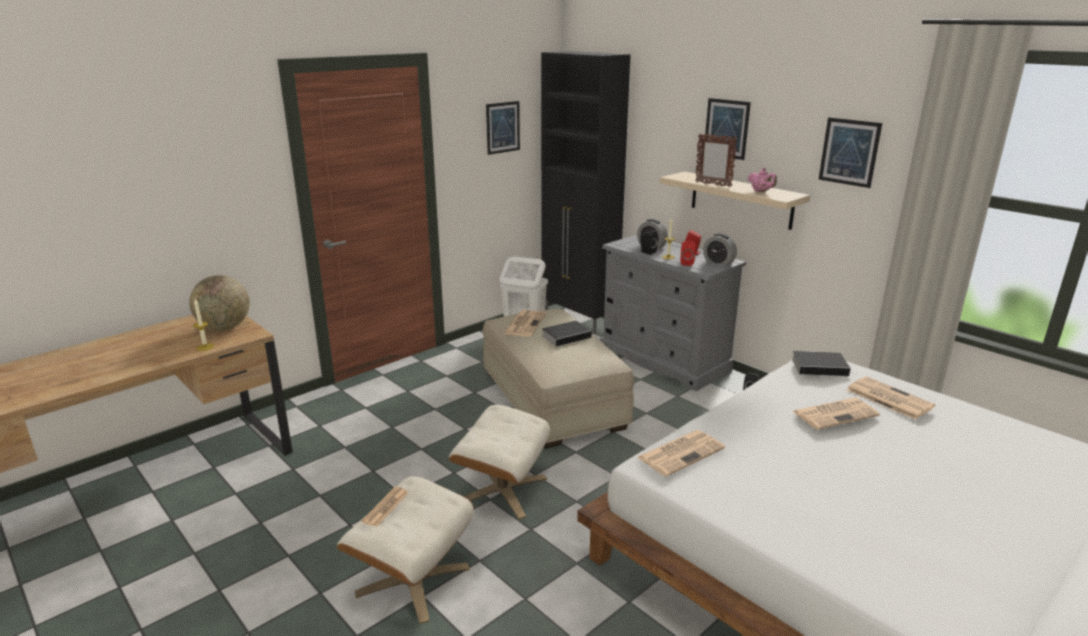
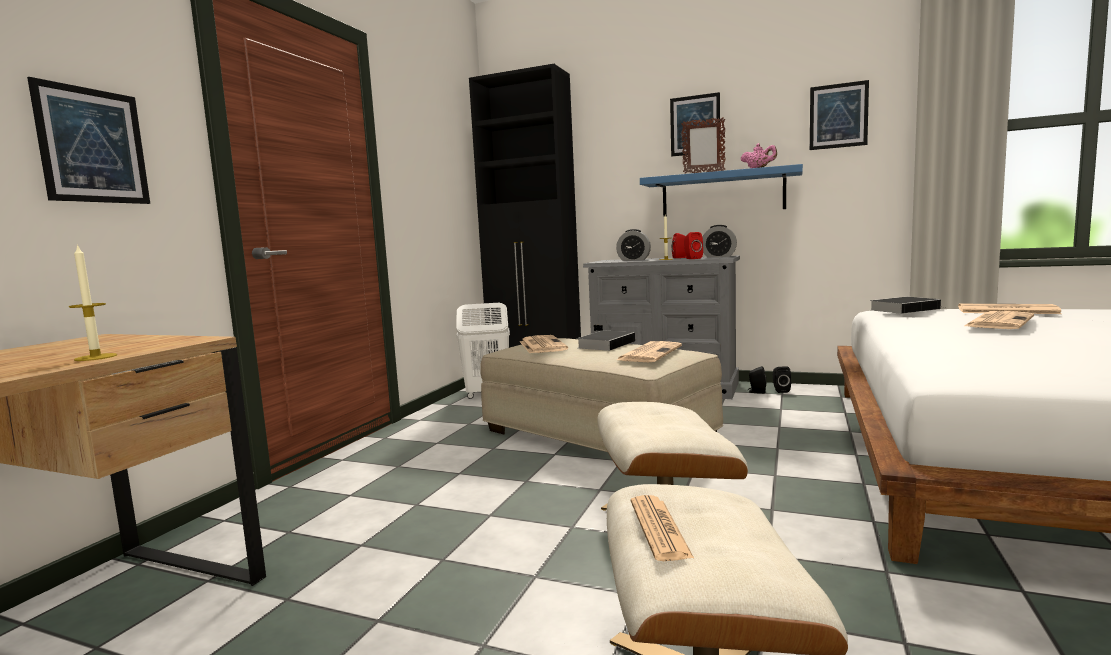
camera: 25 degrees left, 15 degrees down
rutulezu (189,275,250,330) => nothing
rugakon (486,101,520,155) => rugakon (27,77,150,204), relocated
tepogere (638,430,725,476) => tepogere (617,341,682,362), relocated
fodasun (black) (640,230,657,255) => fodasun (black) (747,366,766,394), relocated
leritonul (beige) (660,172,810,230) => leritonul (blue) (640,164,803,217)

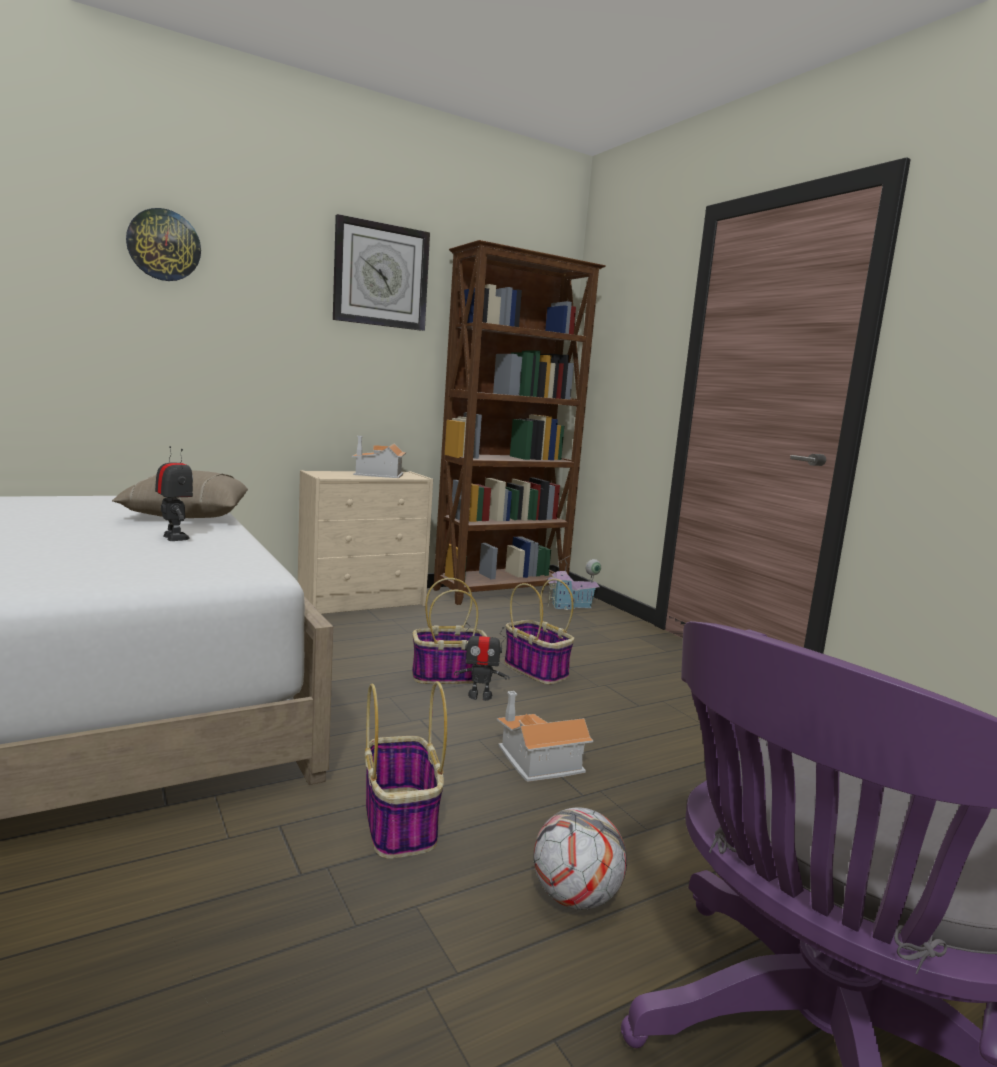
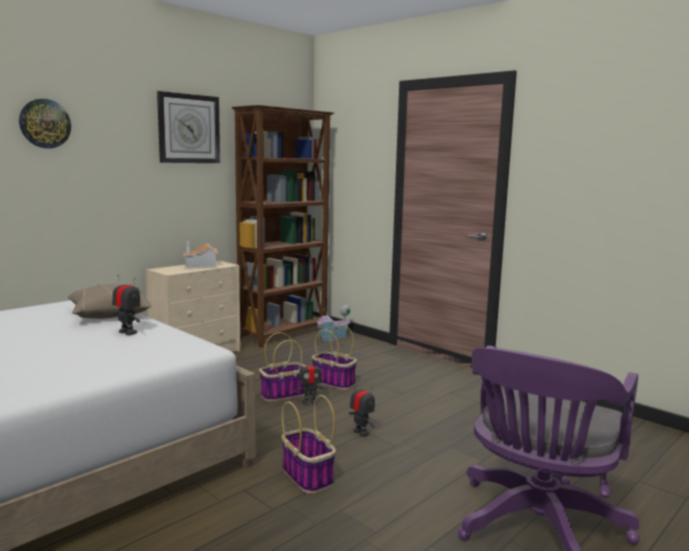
camera: 15 degrees left, 0 degrees up
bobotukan (497,691,593,782) => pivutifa (348,383,375,437)
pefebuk (533,807,627,910) => nothing

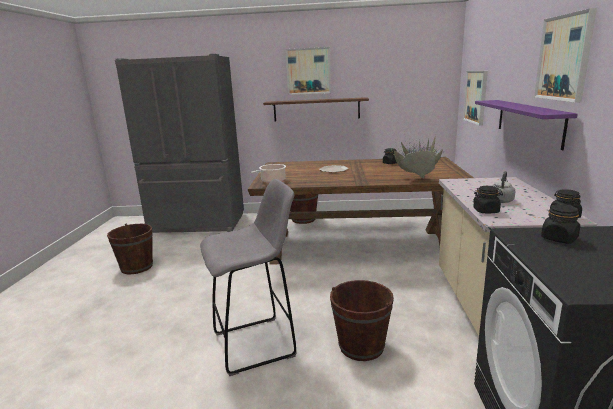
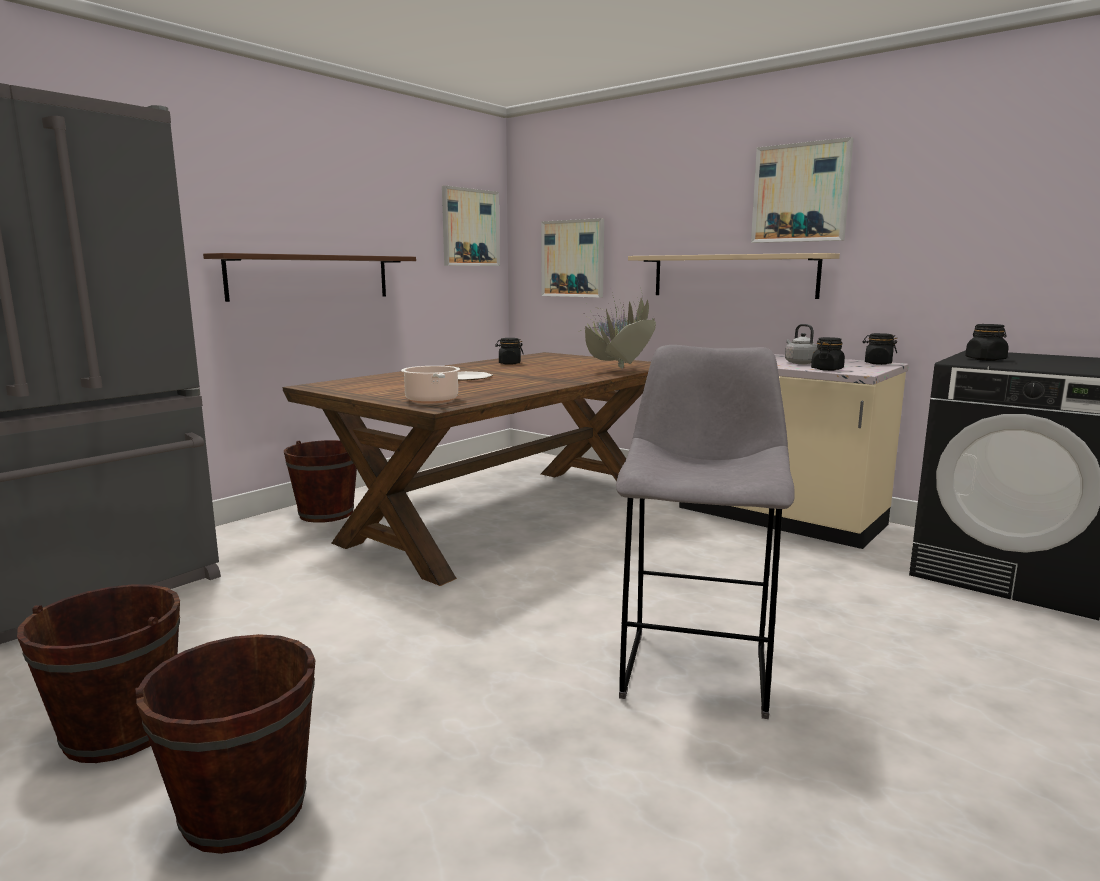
camera: 55 degrees left, 5 degrees down
rugakon (285,47,331,95) => rugakon (442,185,500,266), relocated
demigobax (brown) (330,280,394,361) => demigobax (brown) (136,634,315,854), relocated
leritonul (purple) (475,100,578,150) => leritonul (beige) (628,253,840,299)

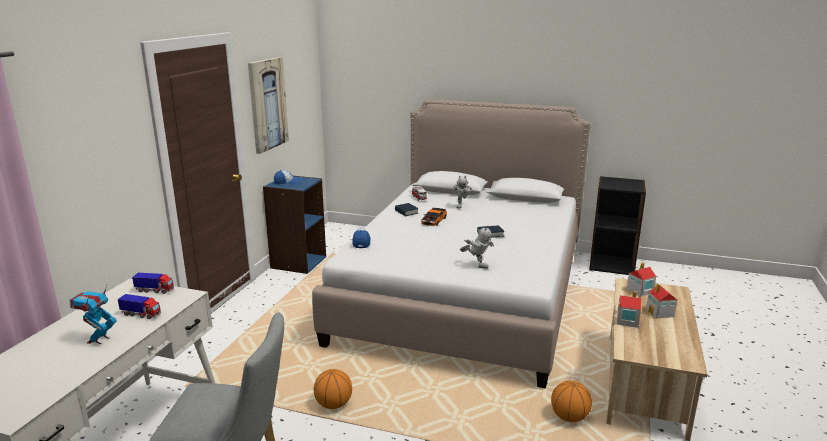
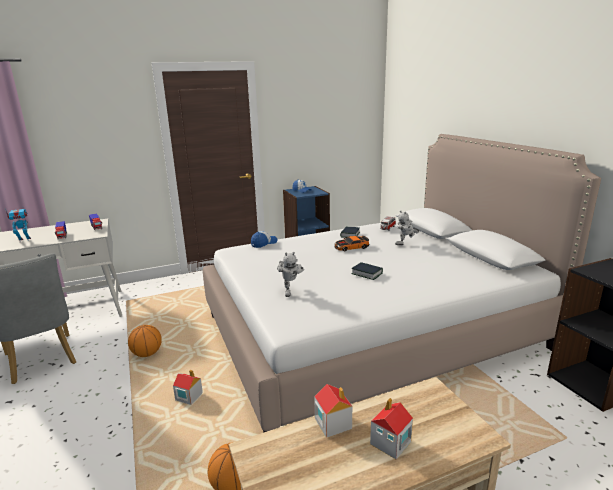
camera: 50 degrees right, 0 degrees up
rugakon (248,57,289,154) => nothing
bobotukan (627,262,656,297) => bobotukan (173,370,203,405), relocated

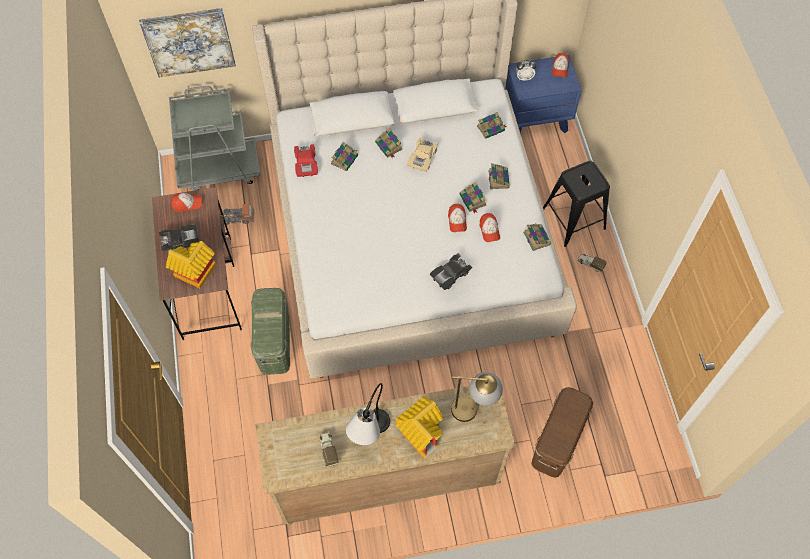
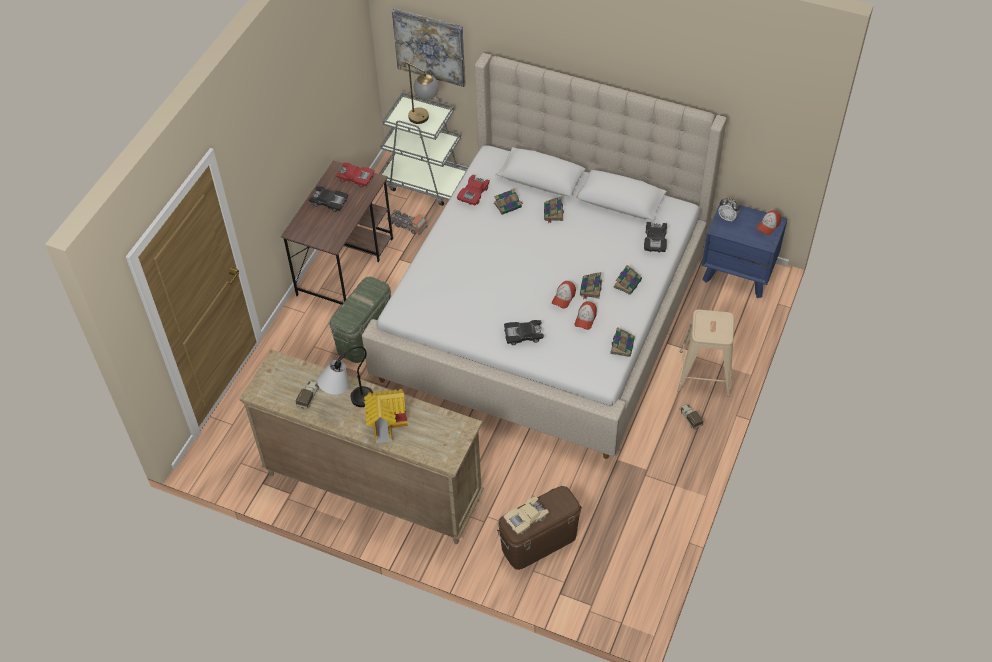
camera: 35 degrees right, 10 degrees down
bobotukan (166,241,216,288) => nothing
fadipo (171,193,202,212) => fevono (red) (335,162,375,188)
fevono (beige) (407,137,438,172) => fevono (beige) (503,496,549,534), relocated
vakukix (451,372,503,422) => vakukix (404,61,439,124), relocated
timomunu (477,112,507,139) => fevono (black) (644,222,667,252)
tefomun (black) (543,161,610,247) => tefomun (beige) (677,310,734,397)

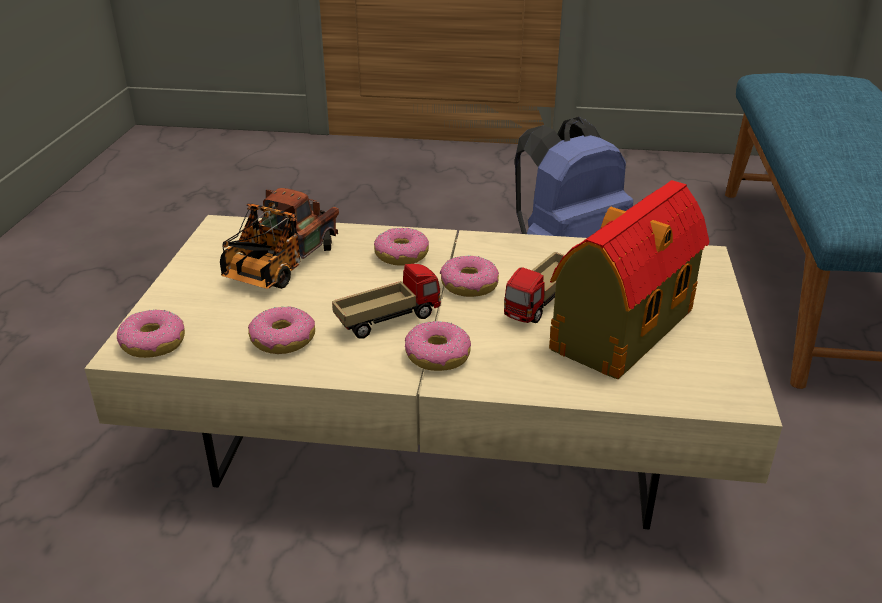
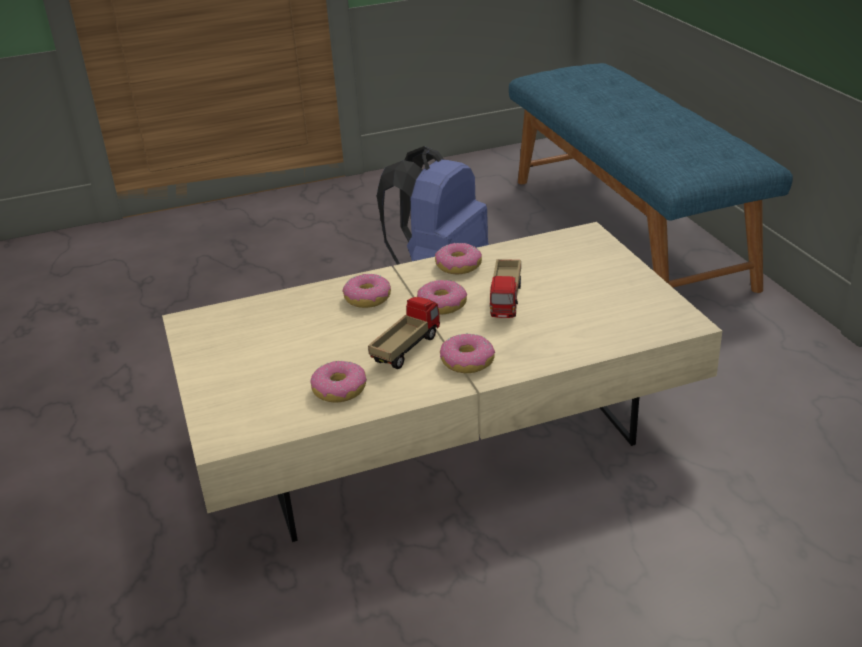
camera: 25 degrees left, 0 degrees up
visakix (117,310,185,358) => visakix (435,243,482,274), relocated
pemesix (220,188,339,289) => nothing
bobotukan (549,180,709,379) => nothing

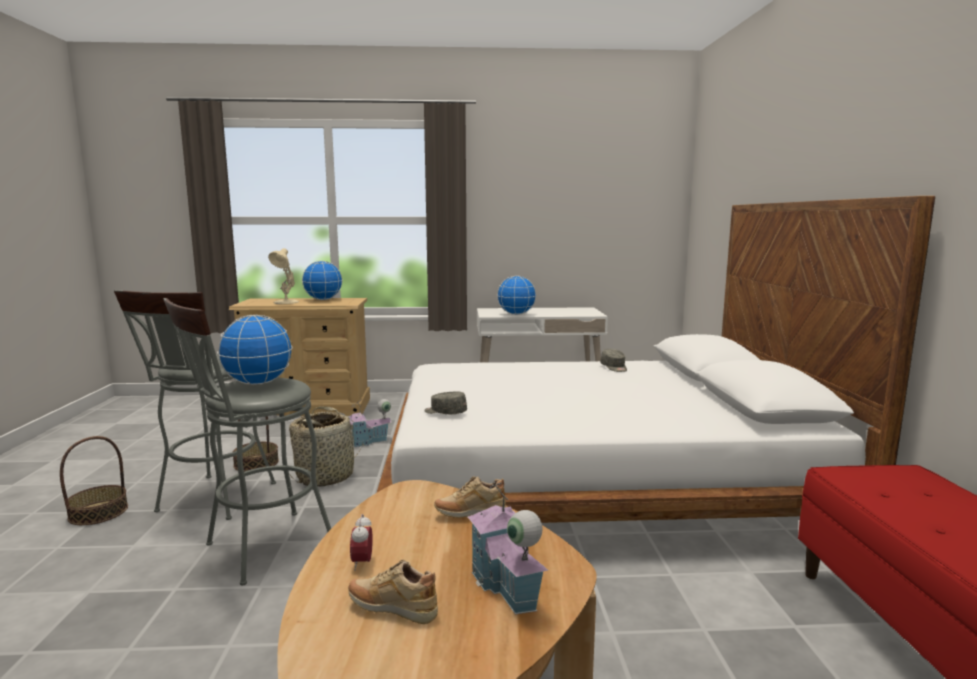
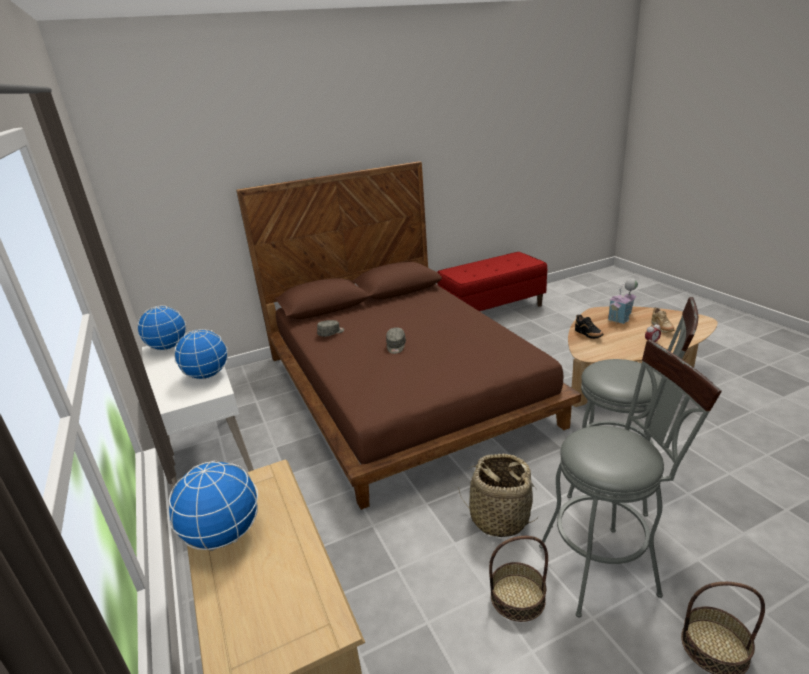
camera: 110 degrees left, 15 degrees up
rutulezu (217,315,293,385) => rutulezu (137,305,186,351), relocated
vakukix (beige) (268,248,299,304) => nothing
bobotukan (349,399,391,447) => nothing
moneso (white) (377,196,935,523) => moneso (brown) (236,161,581,510)
fadipo (grey) (424,392,467,414) => fadipo (grey) (386,328,406,354), relocated
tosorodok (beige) (434,476,506,518) => tosorodok (black) (575,315,604,339)

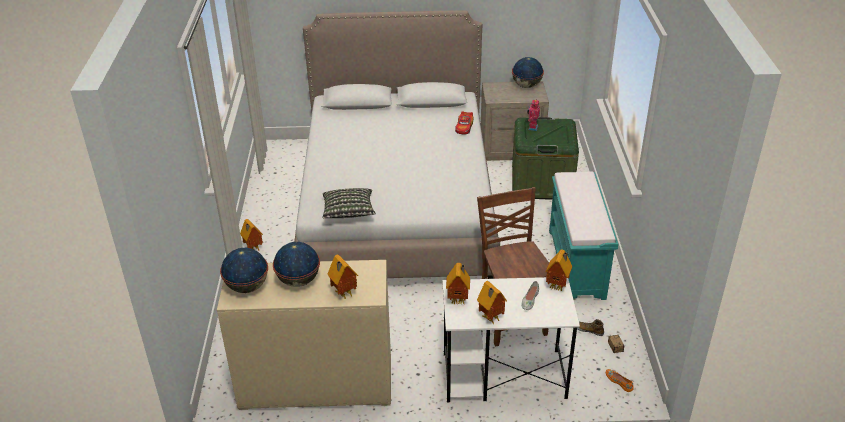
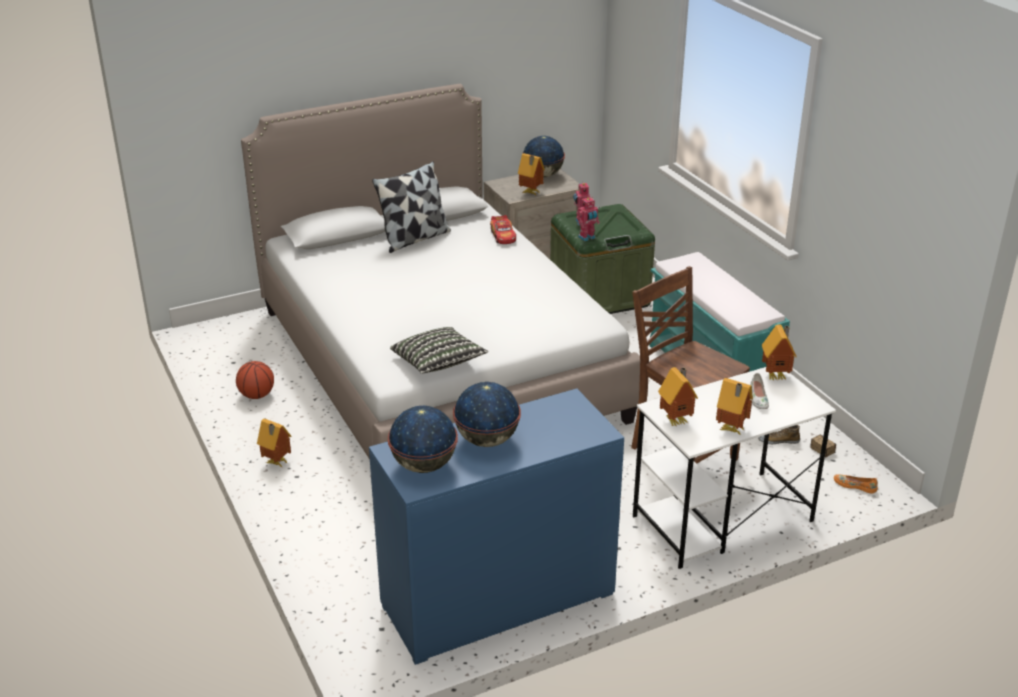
camera: 25 degrees left, 5 degrees down
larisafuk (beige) (217,260,391,410) => larisafuk (blue) (369,389,624,665)
bobotukan (328,254,358,299) => bobotukan (518,153,545,195), relocated
nothing => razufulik (236,361,274,399)
nothing => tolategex (372,161,451,253)
nothing => pivutifa (576,197,600,241)

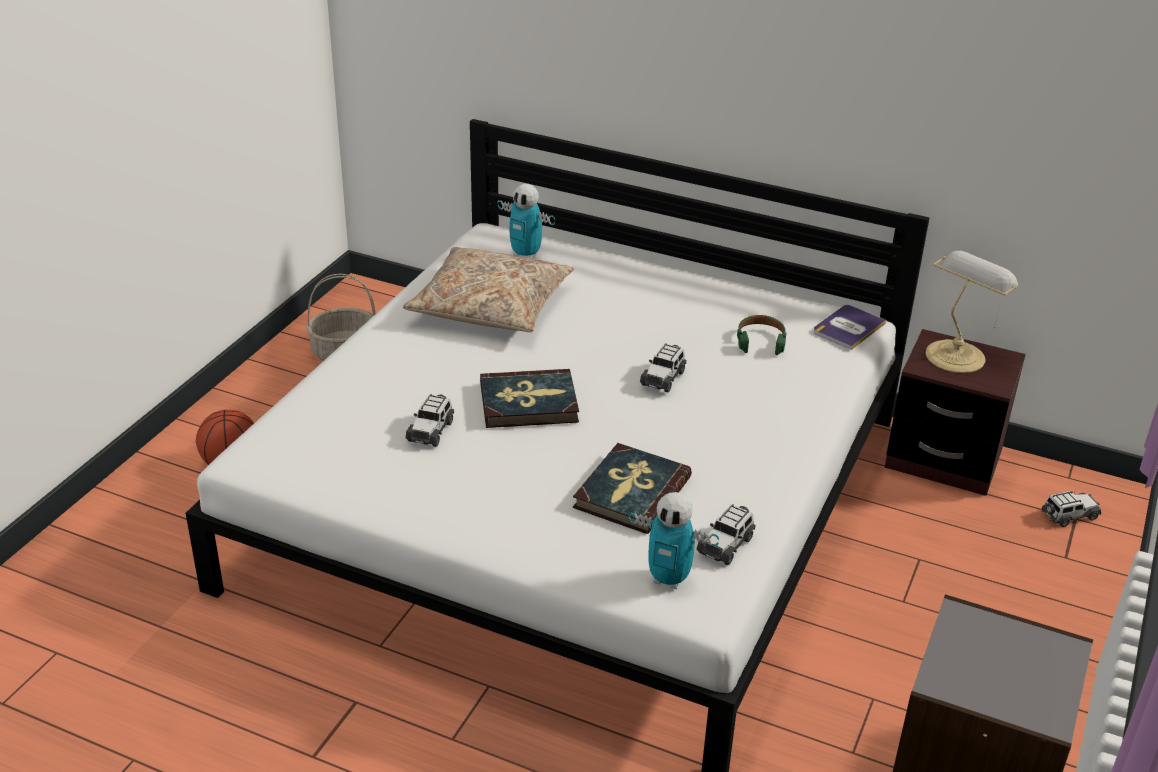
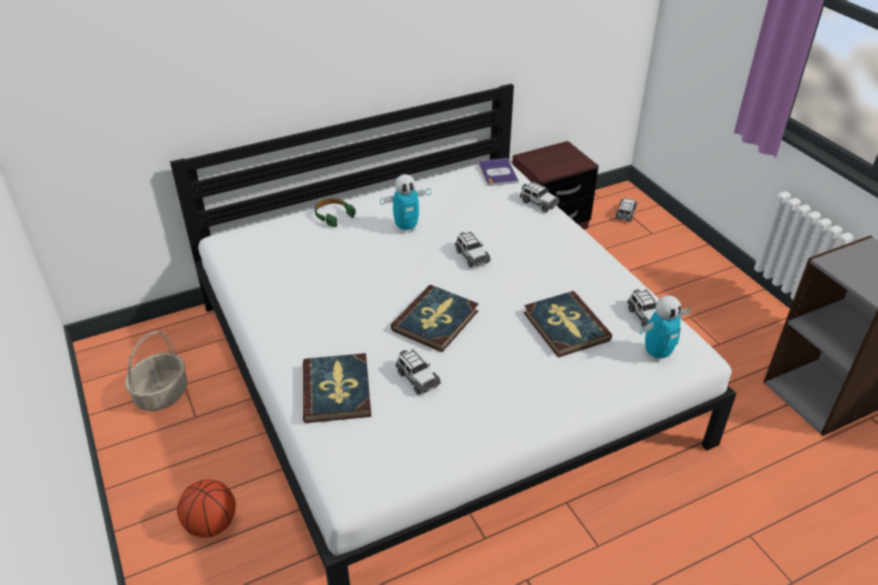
camera: 50 degrees left, 5 degrees up
tolategex (beige) (403,247,574,332) => nothing
pivutifa (497,184,555,258) => pivutifa (380,174,431,233), relocated
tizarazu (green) (737,315,786,355) => tizarazu (green) (315,198,356,227), relocated
vakukix (926,251,1018,373) => nothing
nothing => timomunu (303,353,371,423)
nothing => fevono (520,181,560,212)

